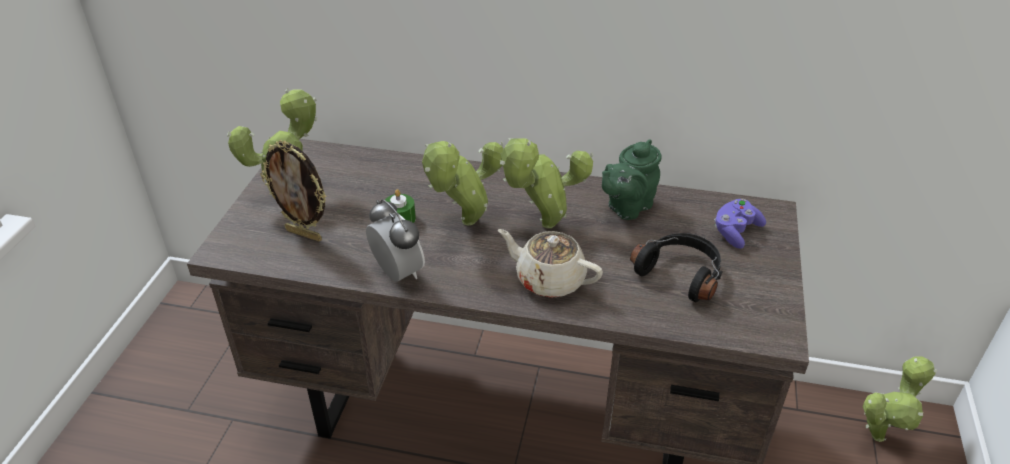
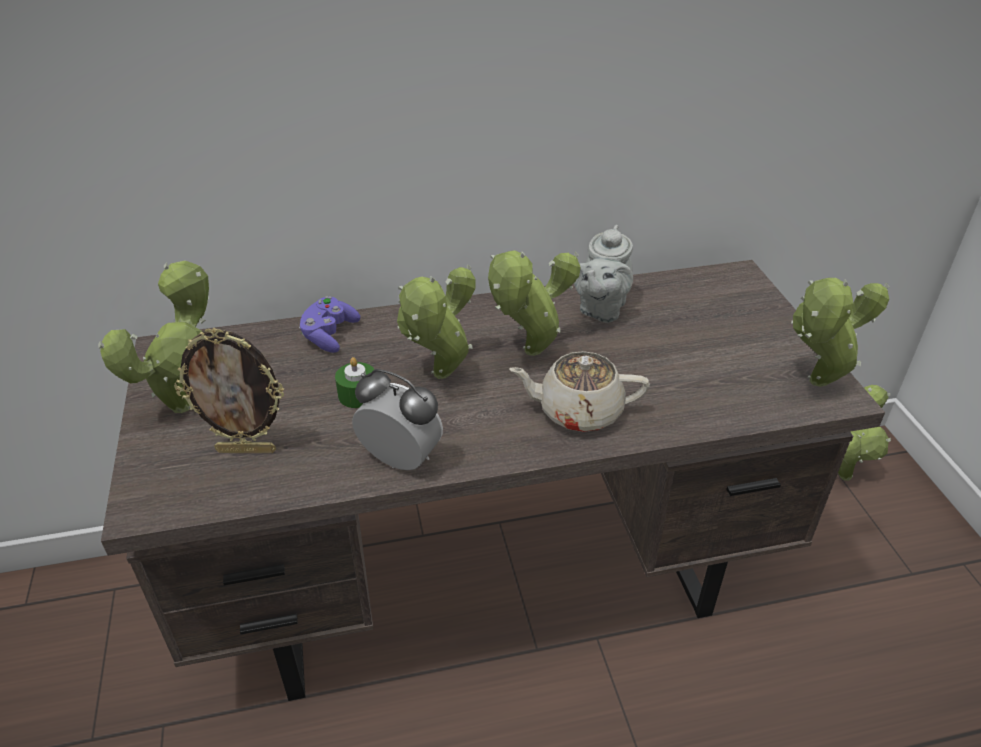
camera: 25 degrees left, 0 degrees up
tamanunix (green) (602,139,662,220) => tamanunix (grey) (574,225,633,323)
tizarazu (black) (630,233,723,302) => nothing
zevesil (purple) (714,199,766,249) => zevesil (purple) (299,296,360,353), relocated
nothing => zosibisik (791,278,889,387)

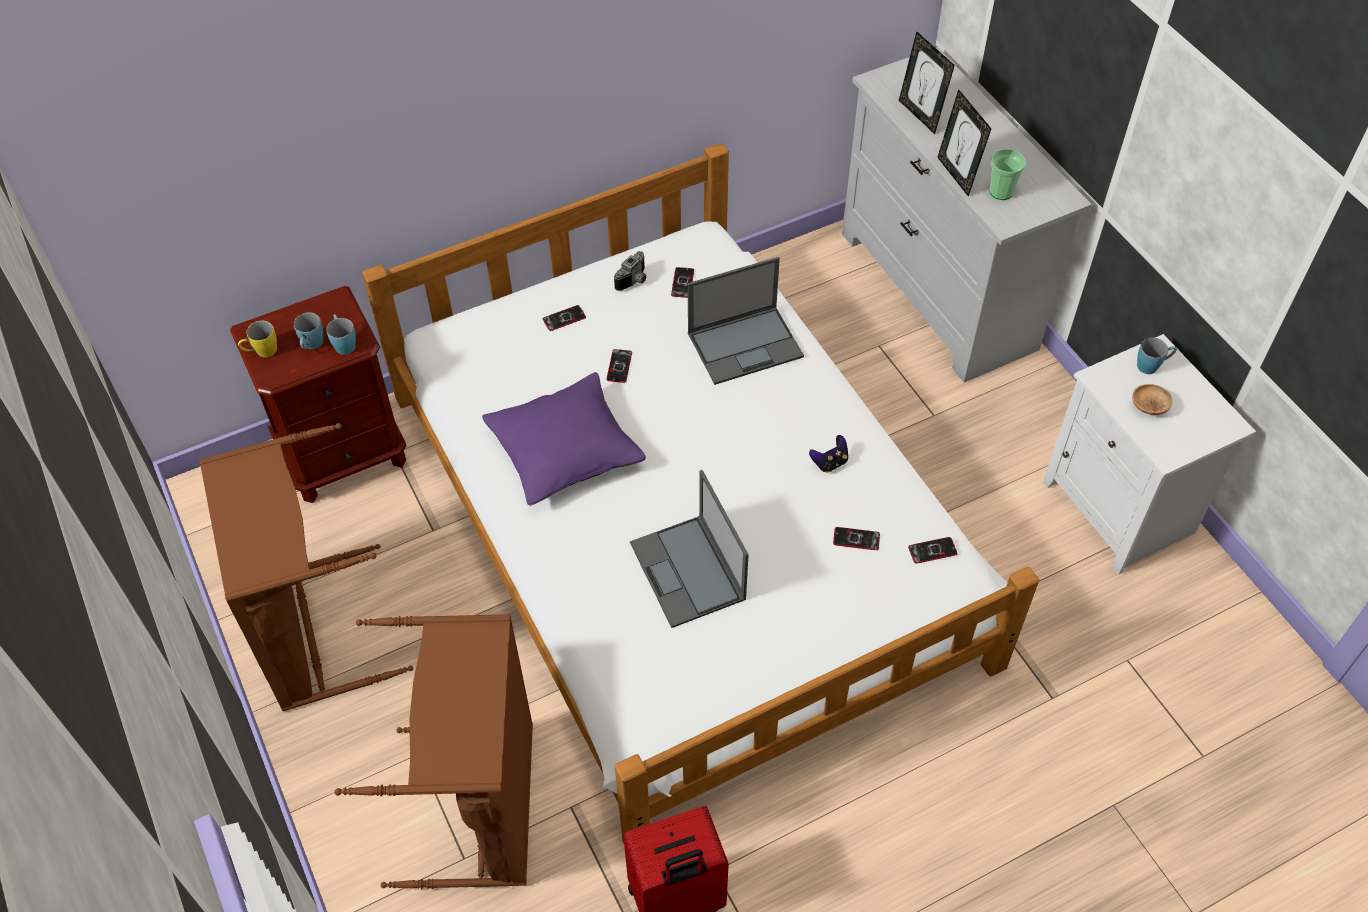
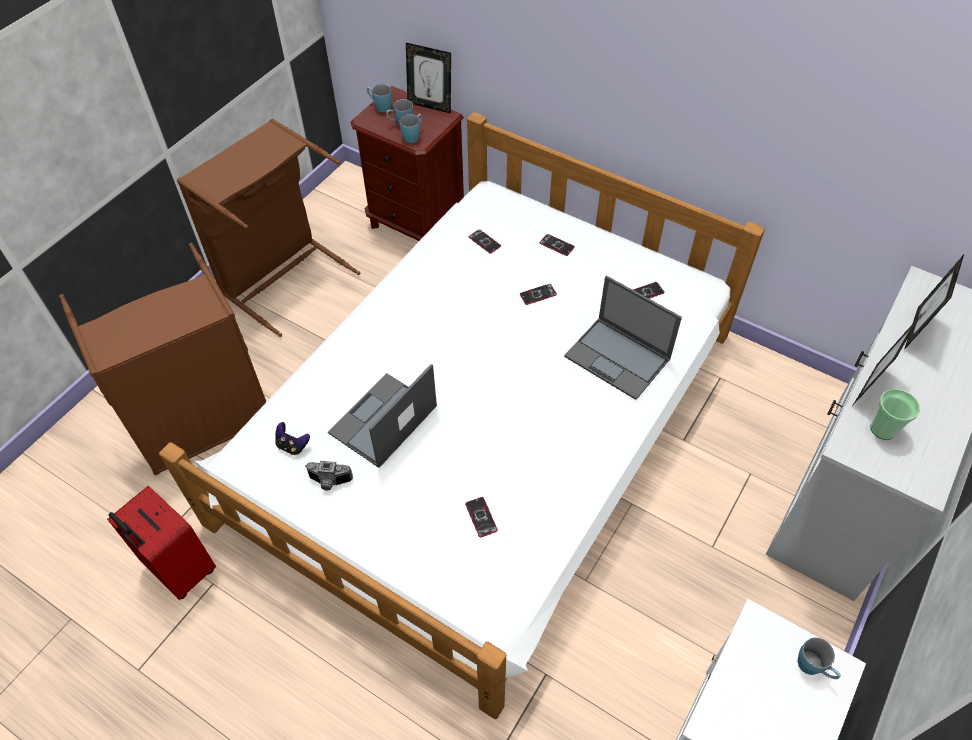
camera: 60 degrees right, 0 degrees up
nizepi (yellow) (238,321,277,357) => nizepi (blue) (367,84,392,112)
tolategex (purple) (482,372,646,505) => nothing
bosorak (614,251,646,291) => bosorak (305,461,353,491), relocated
zevesil (809,435,848,472) => zevesil (275,422,310,455), relocated
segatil (908,537,958,564) => segatil (469,229,501,253), relocated
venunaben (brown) (1132,384,1172,415) => nothing
nothing => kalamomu (406,43,451,114)

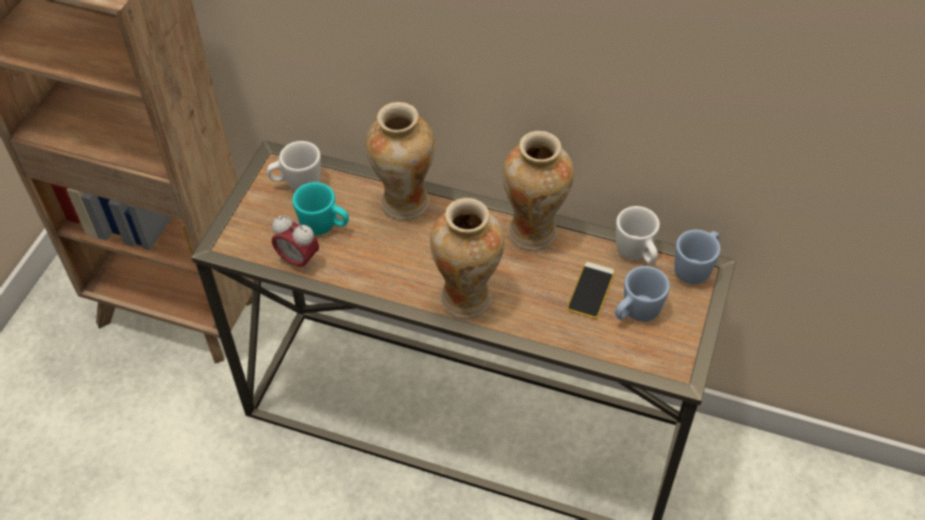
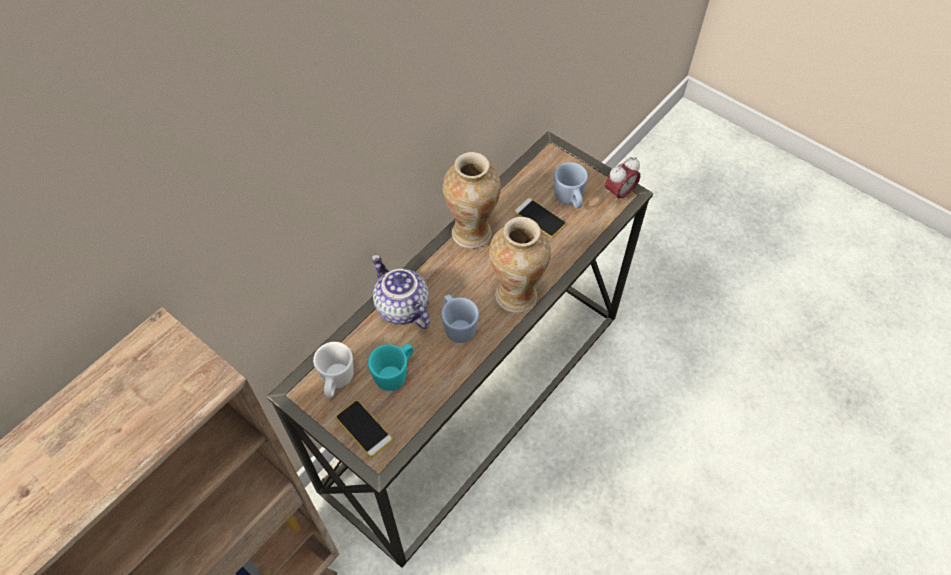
camera: 70 degrees left, 5 degrees up
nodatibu (272,216,319,272) => nodatibu (605,157,641,203), relocated
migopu (366,102,435,221) => tamanunix (371,255,430,329)
nizepi (white) (616,206,660,264) => nothing
nizepi (blue) (674,230,721,284) => nizepi (blue) (441,295,479,343), relocated
nothing => segatil (336,400,393,457)

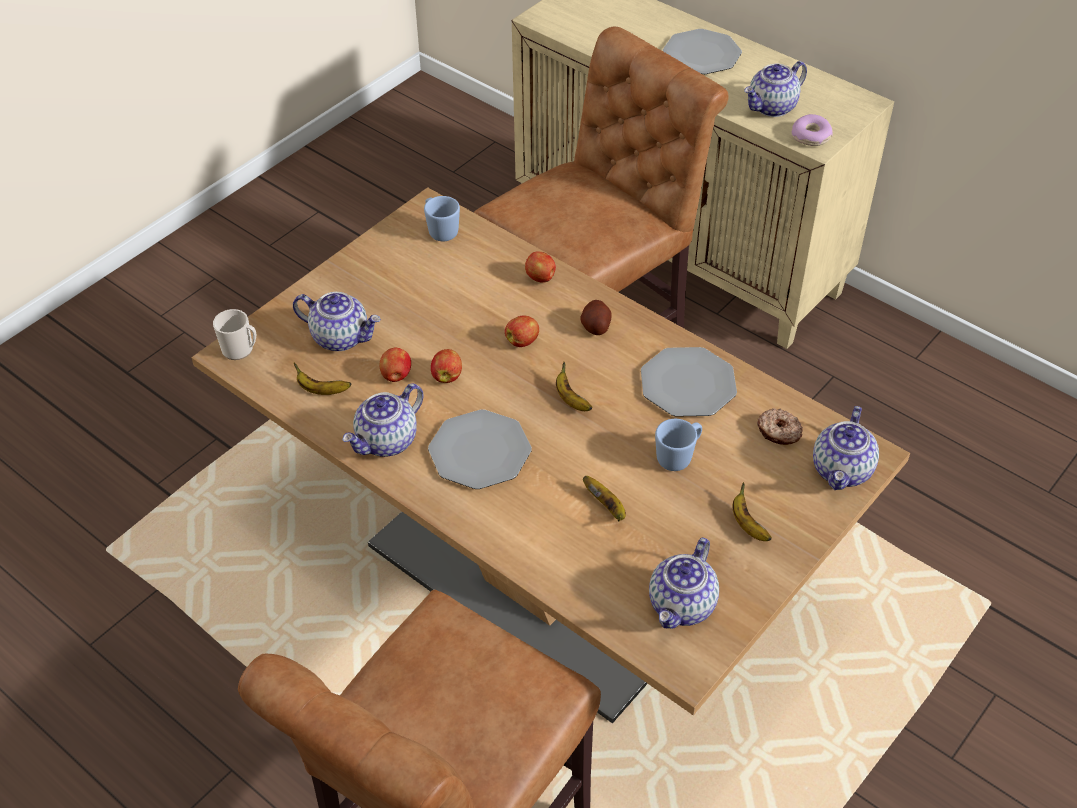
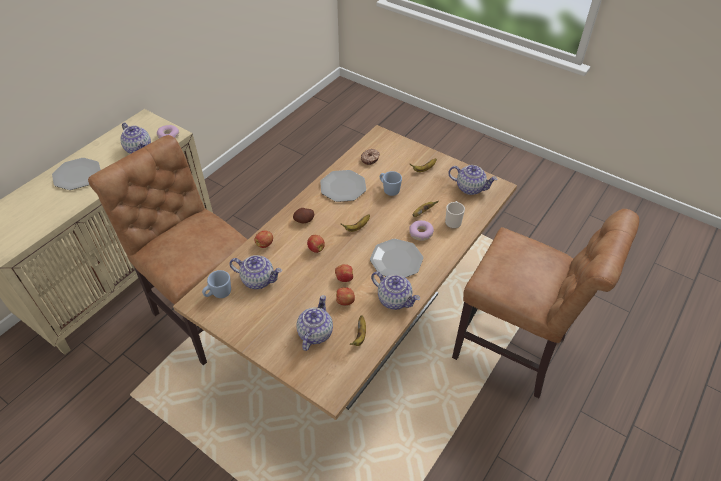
camera: 95 degrees left, 0 degrees up
nizepi (213,309,256,360) => nizepi (445,201,465,229), relocated
tamanunix (813,406,879,490) => tamanunix (230,255,282,289), relocated
nothing => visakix (409,220,434,241)

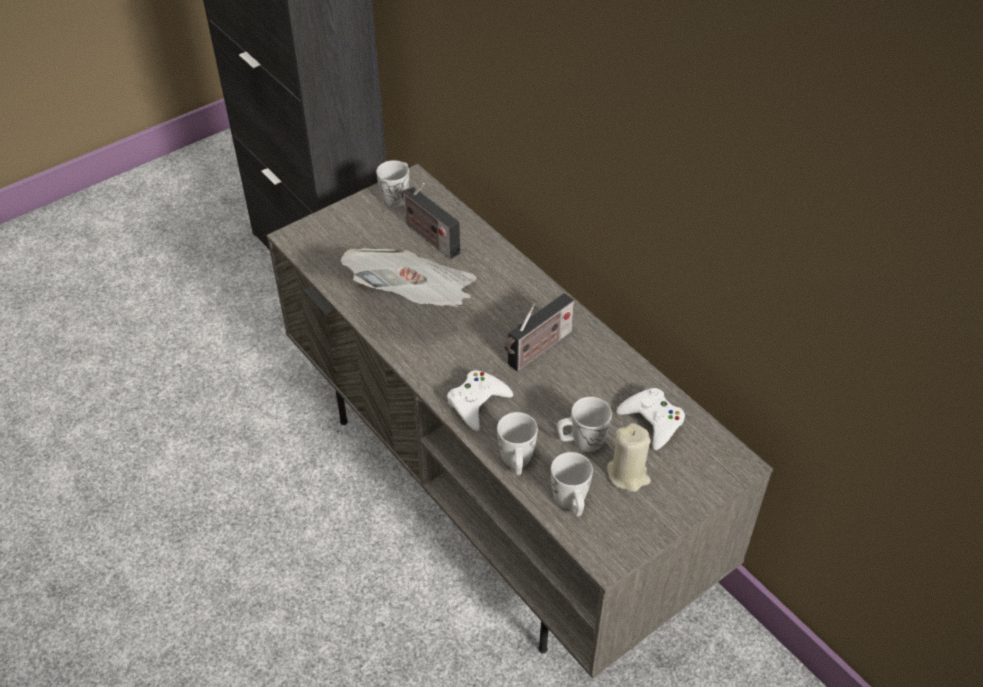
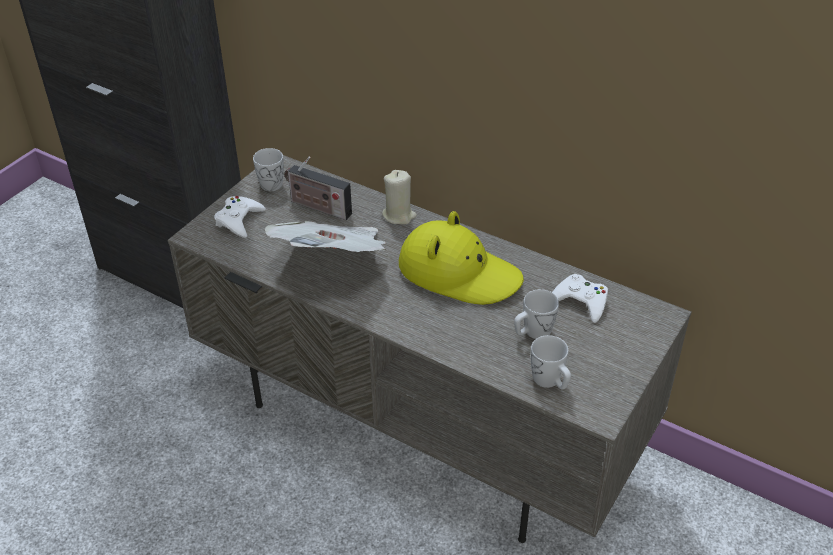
camera: 20 degrees left, 5 degrees down
zevesil (white) (447,370,513,431) => zevesil (white) (214,196,266,238), relocated
nizepi (white) (497,412,538,475) => nothing
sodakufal (505,293,574,371) => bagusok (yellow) (399,211,524,305)
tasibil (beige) (607,423,651,492) => tasibil (beige) (382,170,417,225), relocated

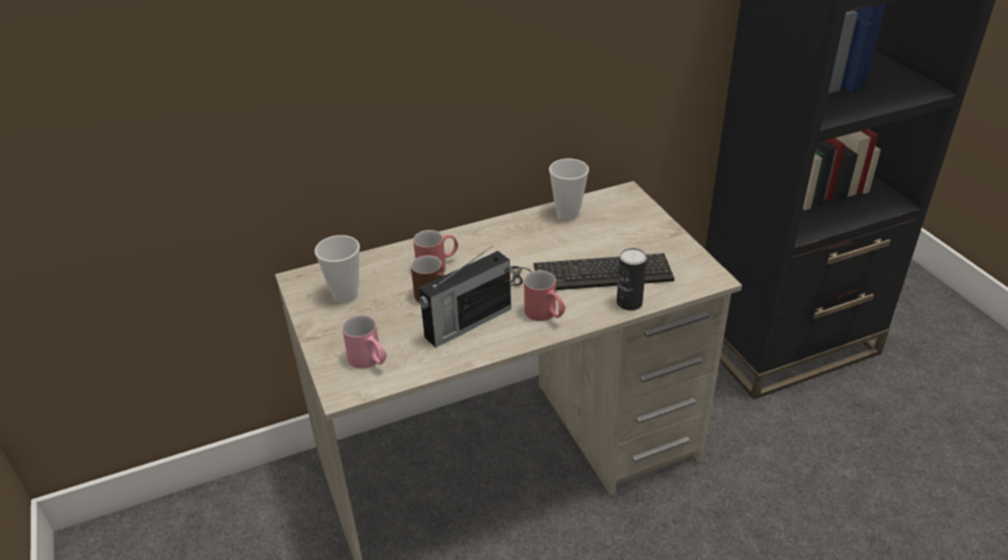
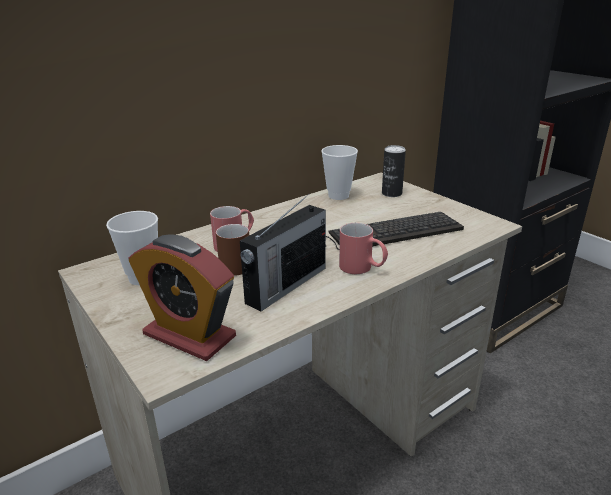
camera: 15 degrees left, 10 degrees down
nizepi (pink) (342,315,387,369) => nodatibu (128,234,236,361)
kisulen (617,248,647,311) => kisulen (382,145,406,197), relocated

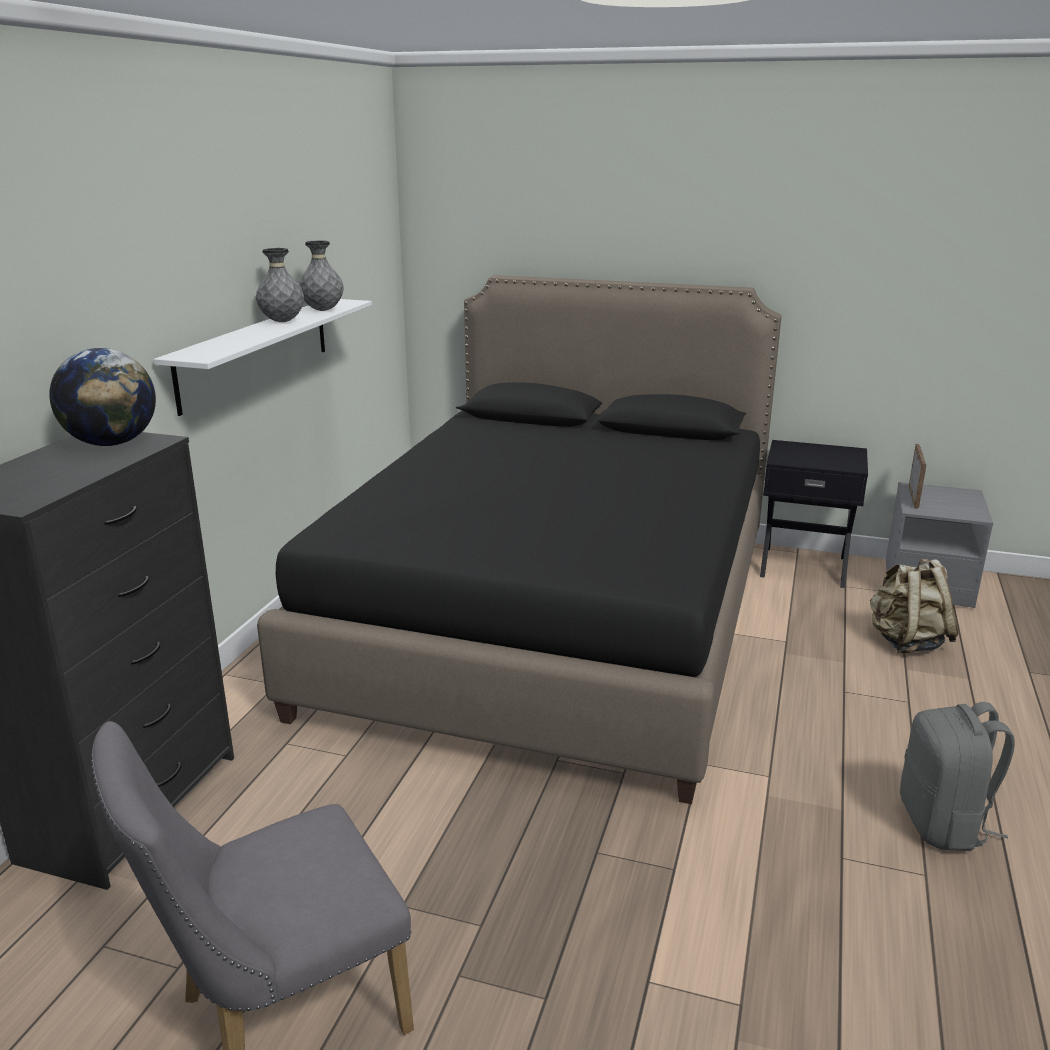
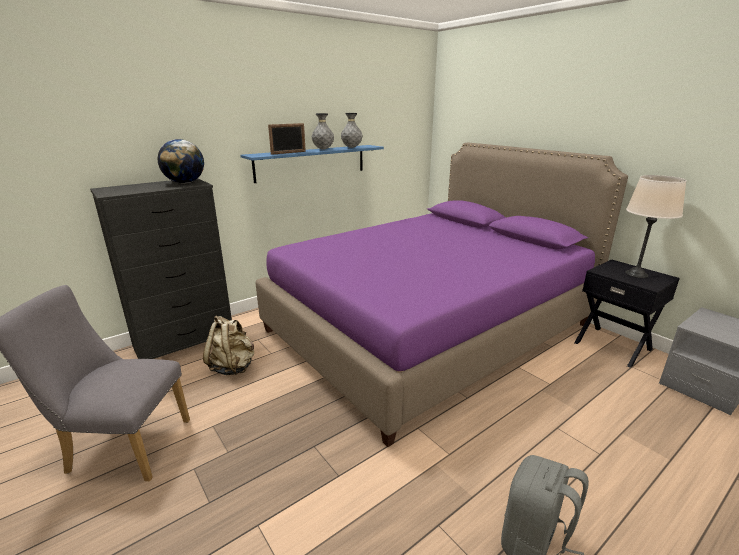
camera: 35 degrees right, 0 degrees up
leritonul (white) (153,299,372,416) => leritonul (blue) (240,145,384,183)
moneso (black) (257,275,781,804) => moneso (purple) (256,142,628,447)
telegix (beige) (870,559,958,653) => telegix (beige) (203,316,254,375), relocated
kalamomu (909,444,926,509) => kalamomu (268,123,306,155), relocated
nothing => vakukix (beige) (625,175,687,278)

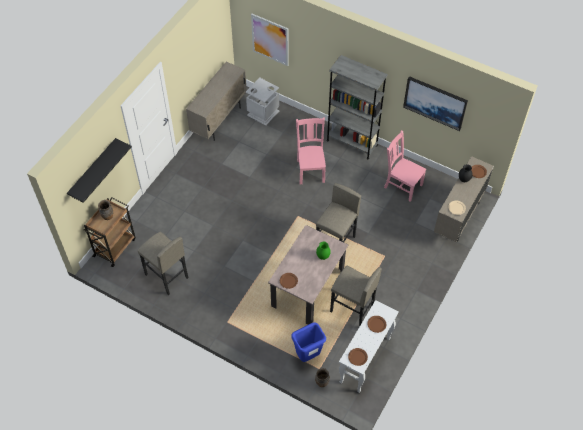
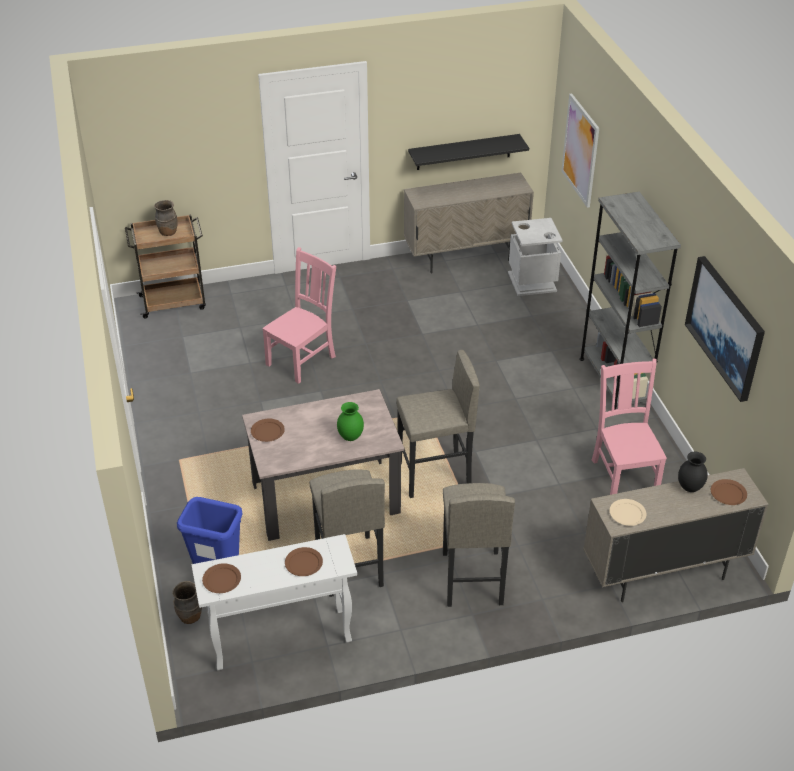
camera: 45 degrees right, 15 degrees down
leritonul (black) (67,138,132,203) => leritonul (black) (408,134,529,170), relocated
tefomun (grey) (137,232,189,295) => tefomun (grey) (443,483,515,607), relocated
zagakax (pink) (296,117,326,184) => zagakax (pink) (262,247,336,384), relocated

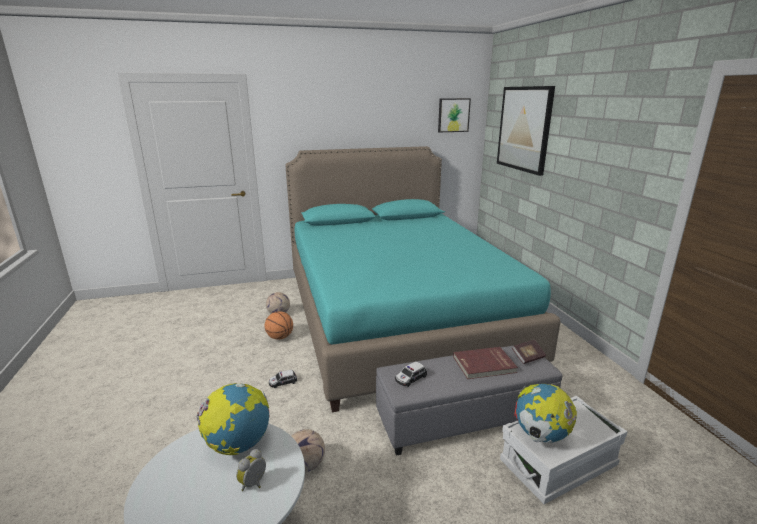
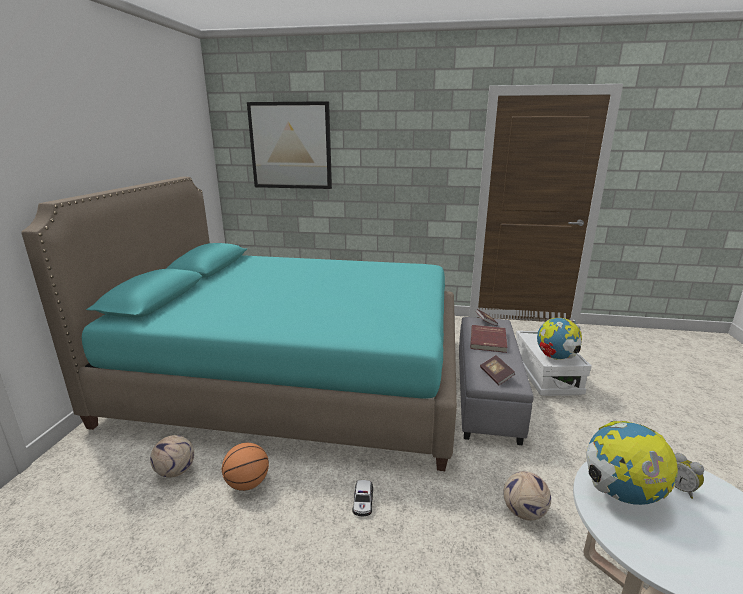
camera: 65 degrees left, 0 degrees up
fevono (395,361,427,387) => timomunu (480,355,515,385)
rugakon (438,98,471,132) => nothing

